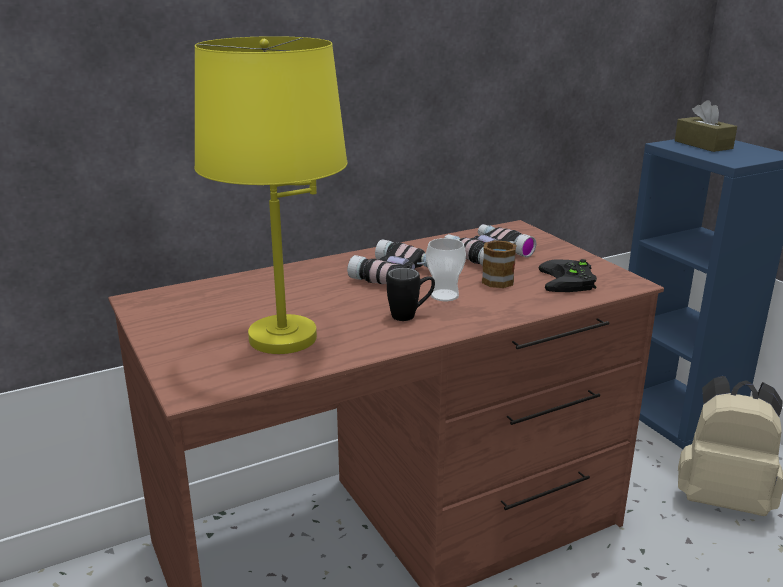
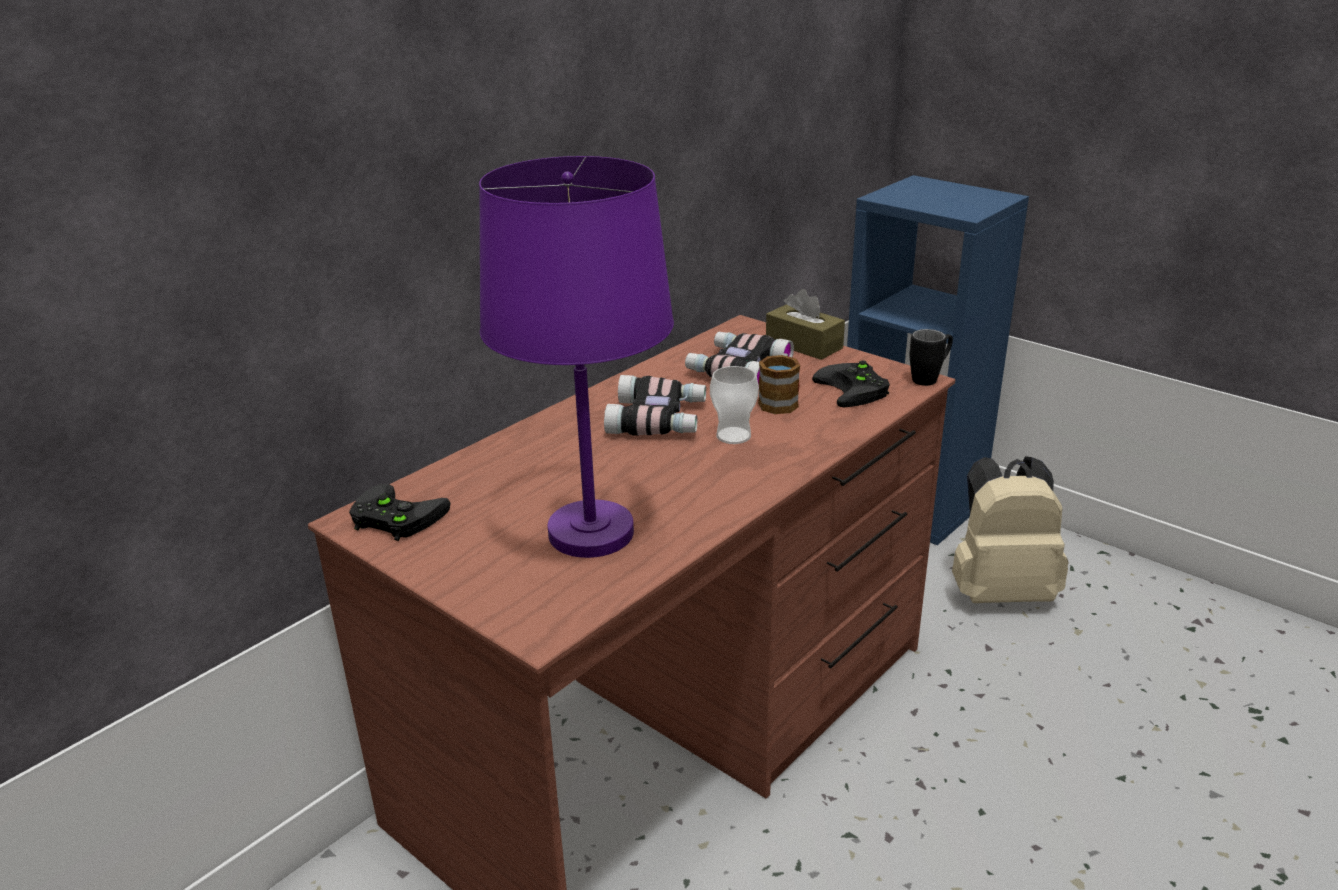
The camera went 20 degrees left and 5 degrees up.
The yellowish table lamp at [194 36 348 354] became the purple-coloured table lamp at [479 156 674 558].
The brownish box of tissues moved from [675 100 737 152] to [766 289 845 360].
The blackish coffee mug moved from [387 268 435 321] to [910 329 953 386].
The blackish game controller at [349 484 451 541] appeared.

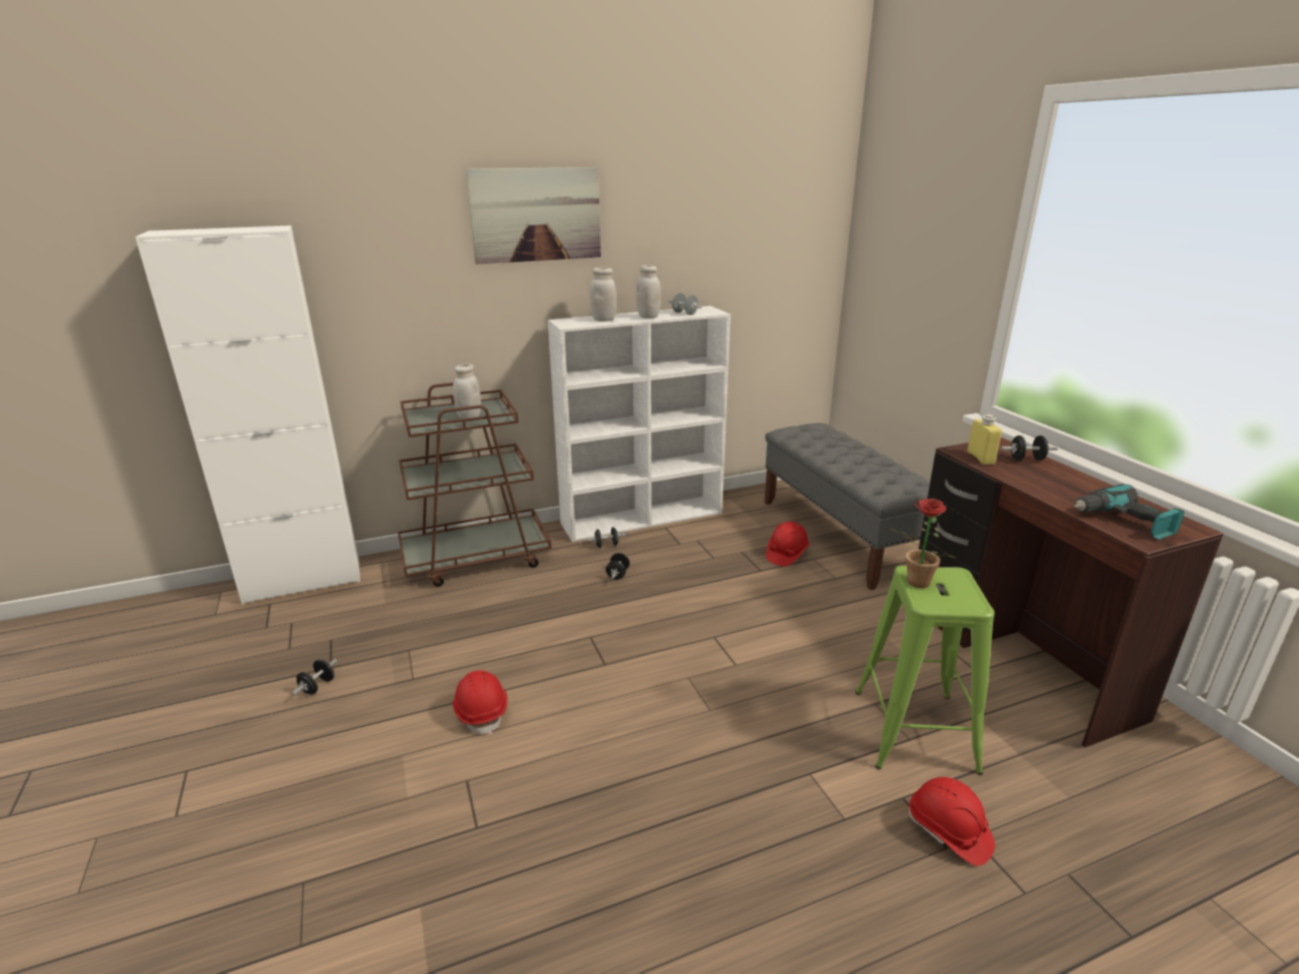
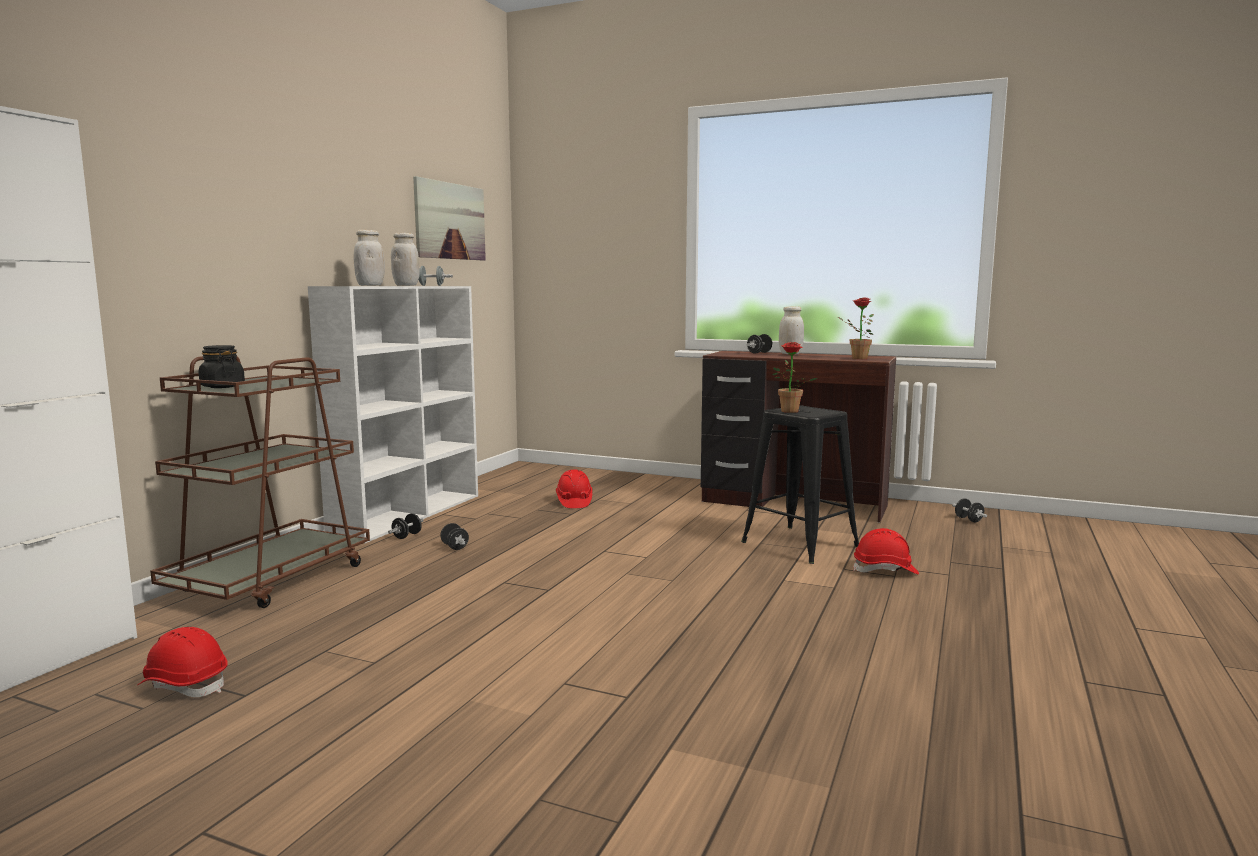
The camera went 45 degrees left and 15 degrees down.
The wall art moved from [466 167 601 264] to [413 176 486 260].
The white-coloured jar moved from [453 364 481 419] to [779 306 804 355].
The yellowish drink bottle at [967 414 1002 465] disappeared.
The greyish long seat at [765 423 930 590] disappeared.
The drill at [1073 484 1184 540] was replaced by the plant in a pot at [838 297 874 359].
The green stool seat at [855 565 994 775] became the blackish stool seat at [741 405 859 564].
The blackish dumbbell moved from [292 659 337 695] to [952 499 987 522].
The red hard hat moved from [453 670 508 735] to [138 627 228 697].
The blackish jar at [198 345 245 388] appeared.

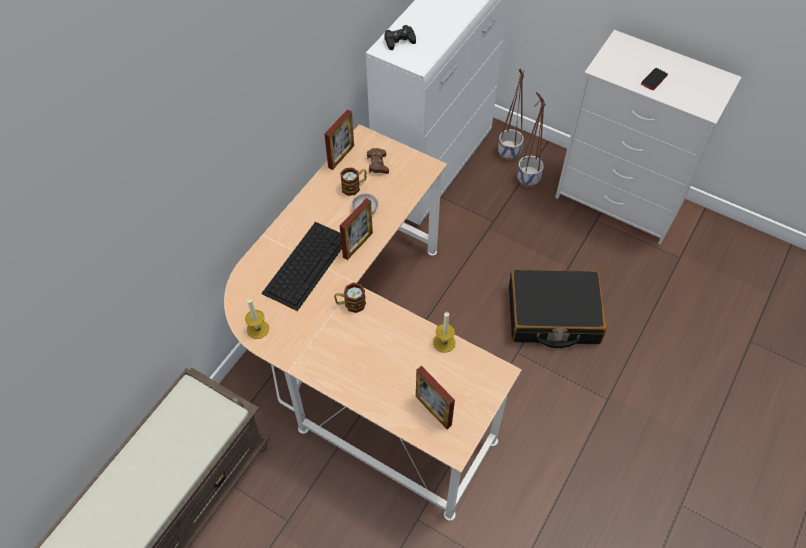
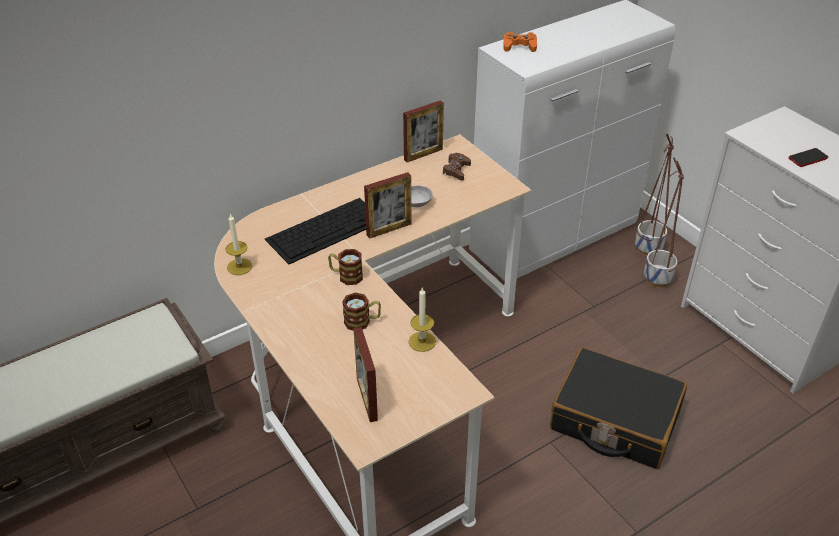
The camera went 25 degrees right and 15 degrees down.
The blackish game controller at [384 25 416 50] became the orange game controller at [503 32 537 52].
The coffee mug moved from [340 167 367 196] to [342 292 381 331].

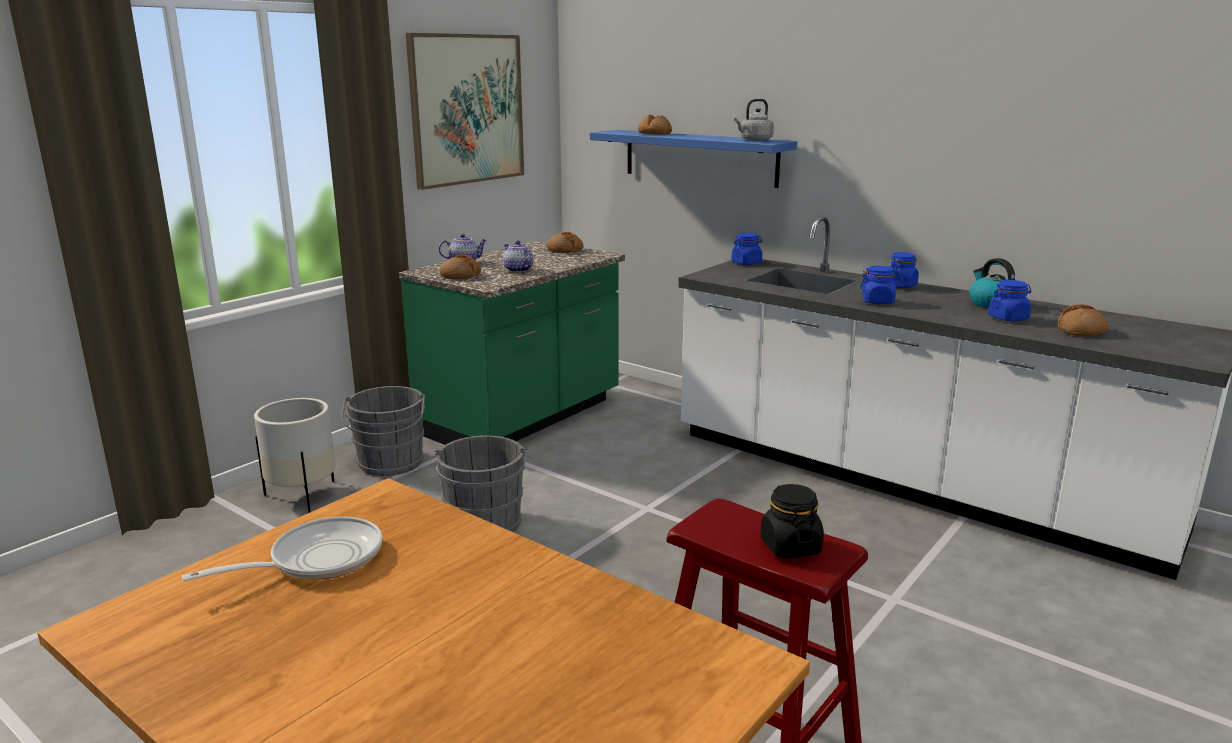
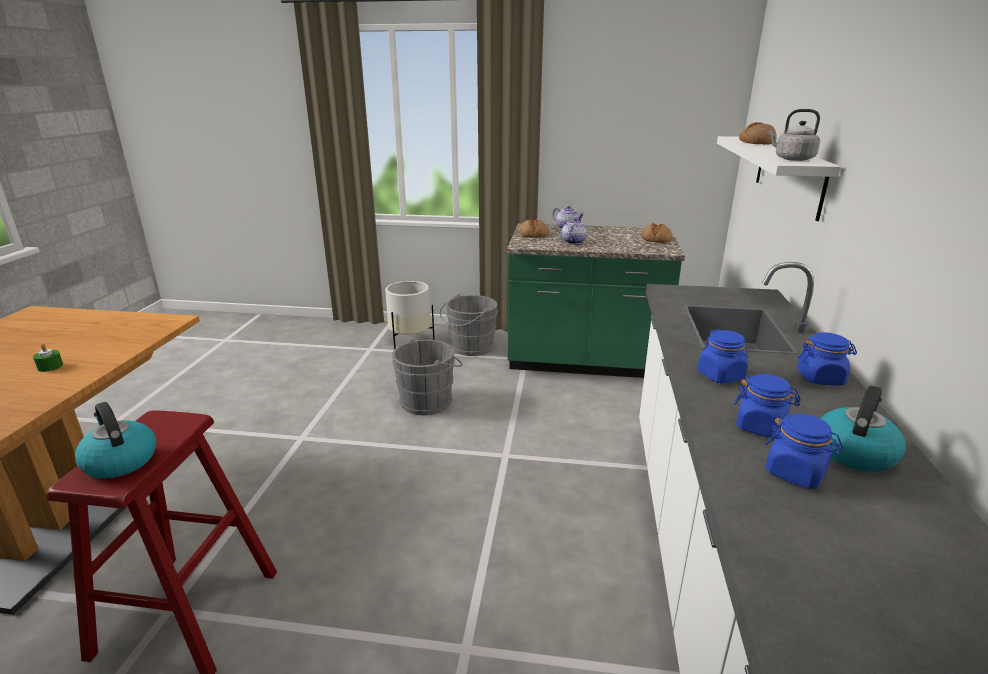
The camera went 60 degrees right and 5 degrees up.
The wall art at [406 33 524 190] disappeared.
The bluish wall shelf at [590 130 797 188] became the white-coloured wall shelf at [717 136 841 221].
The bluish jar moved from [731 233 762 265] to [734 374 801 437].
The bread at [1058 304 1108 336] disappeared.
The blackish jar at [760 484 824 558] was replaced by the water kettle at [75 402 156 479].
The frying pan at [182 516 382 581] disappeared.
The green candle at [33 344 63 372] appeared.

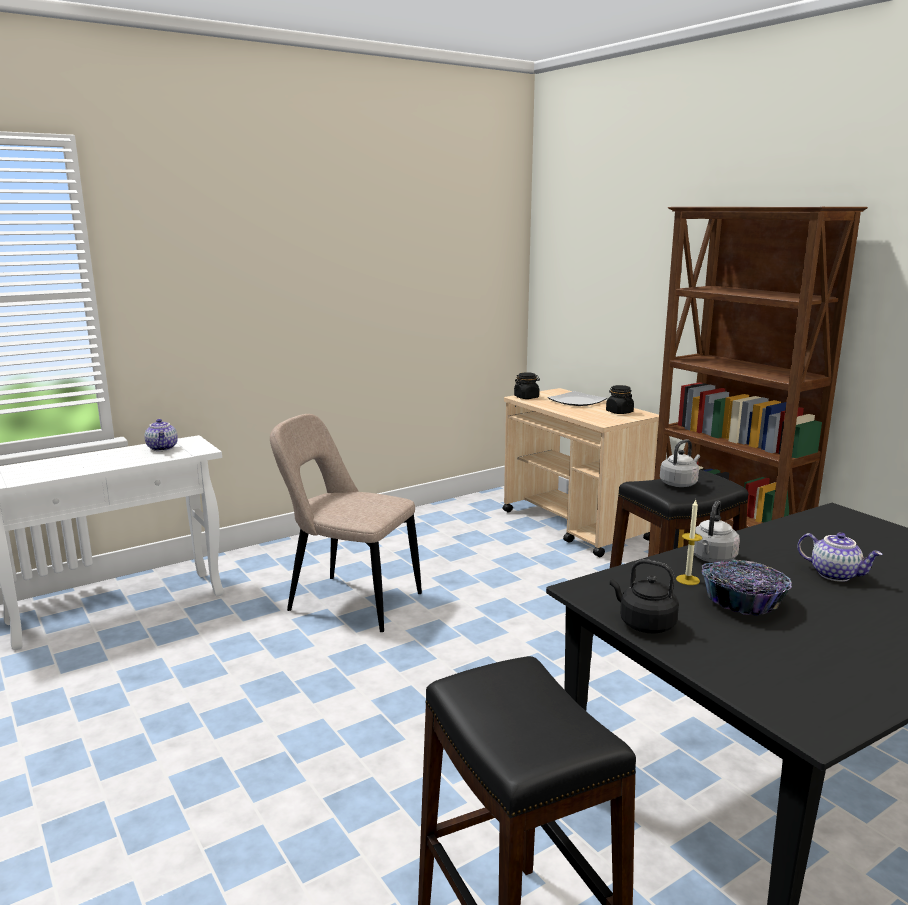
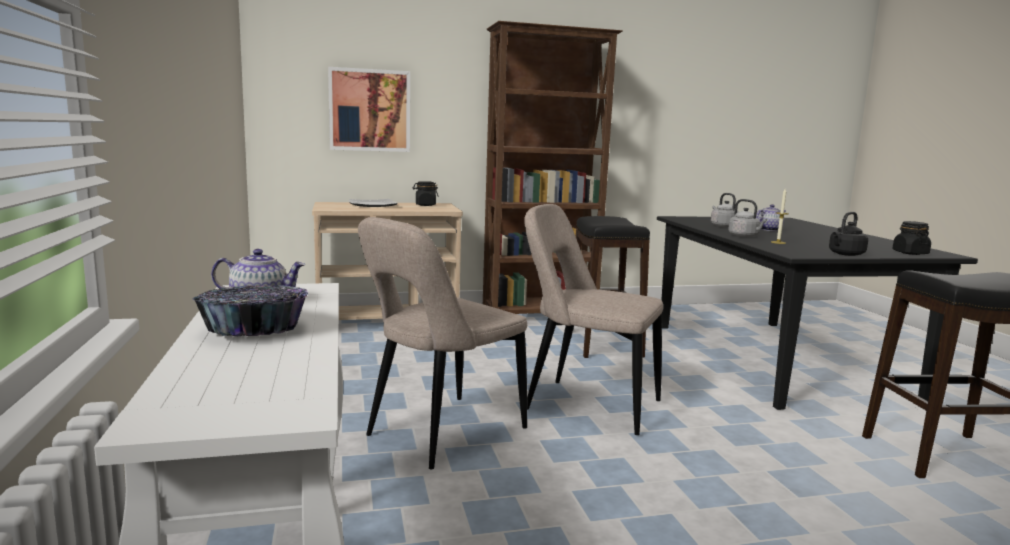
The camera went 70 degrees left and 5 degrees down.
The blackish jar moved from [514 372 540 399] to [892 221 931 255].
The greyish water kettle moved from [660 439 700 487] to [711 193 738 228].
The serving bowl moved from [702 560 792 616] to [192 285 309 336].
The wall art at [328 67 410 152] appeared.
The beige chair at [524 204 663 435] appeared.

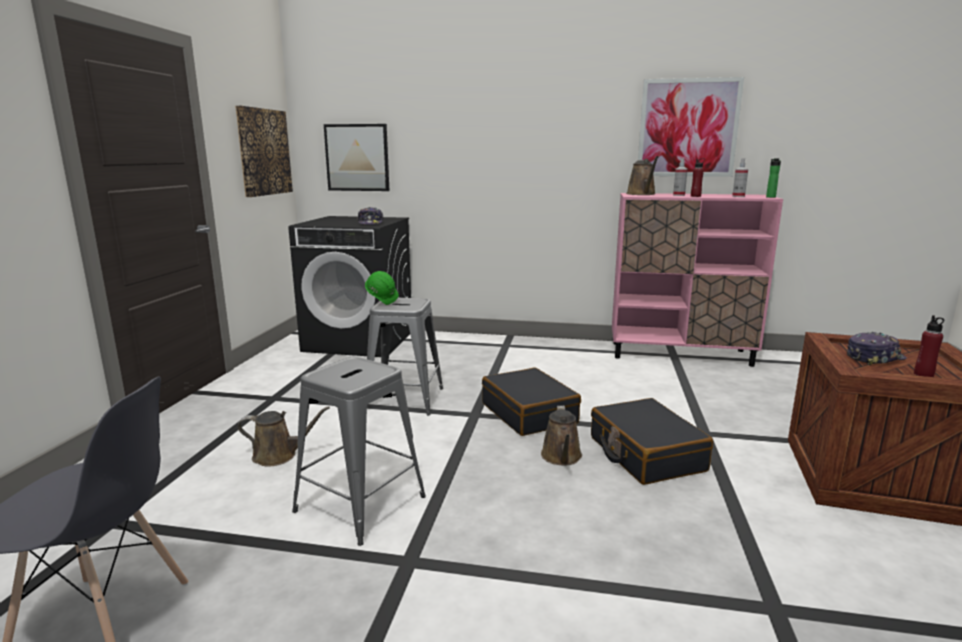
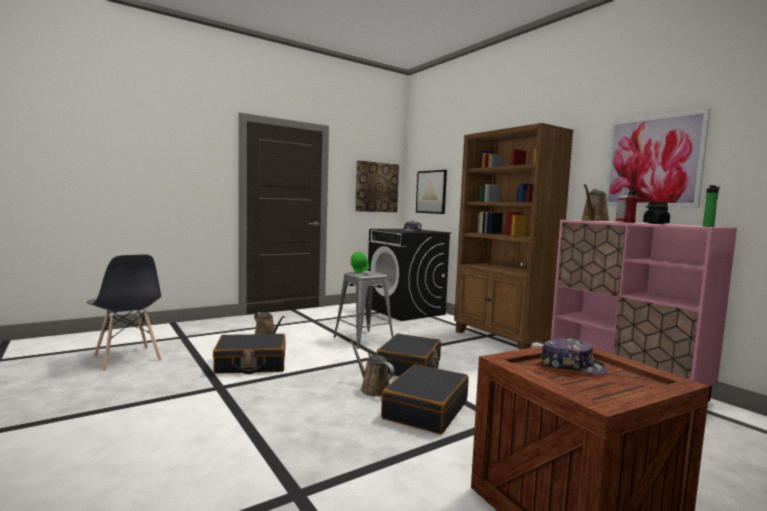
The camera went 45 degrees right and 10 degrees down.
The sprayer at [732 158 748 197] disappeared.
The red drink bottle at [914 315 944 377] disappeared.
The greyish stool seat at [292 357 426 546] was replaced by the blackish travel case at [213 334 286 374].
The brownish sprinkling can at [541 406 582 466] turned 90 degrees clockwise.
The brownish bookshelf at [454 123 573 350] appeared.
The blackish jar at [643 202 670 224] appeared.

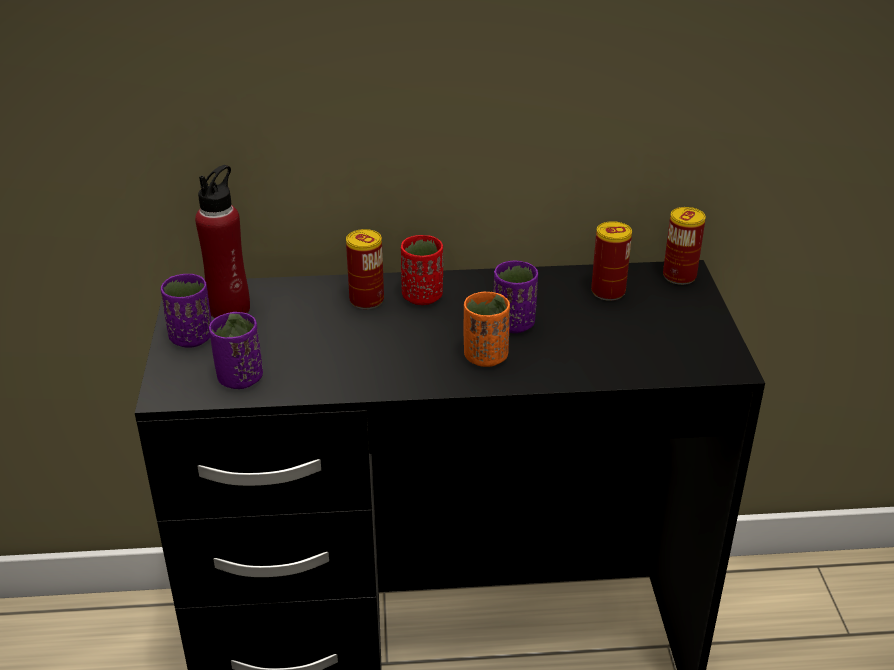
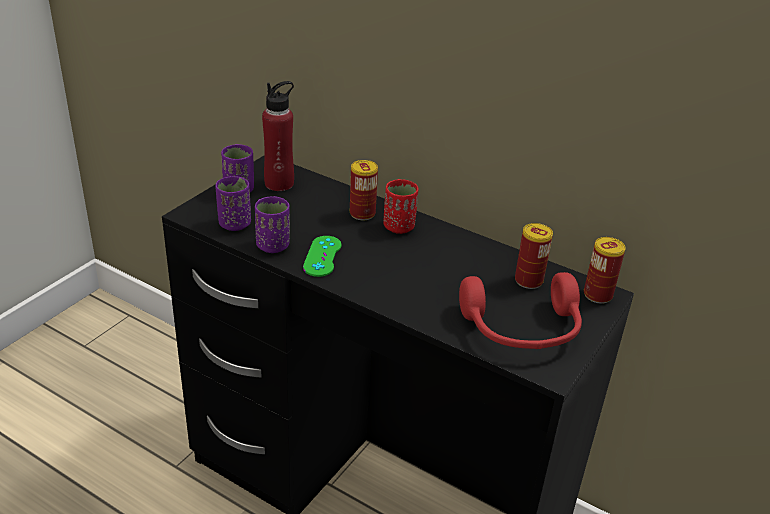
The camera went 35 degrees right and 0 degrees up.
The purple-coloured drinking cup moved from [493 261 538 333] to [255 196 290 253].
The orange drinking cup at [464 292 510 367] disappeared.
The green game controller at [303 236 341 277] appeared.
The red headset at [459 272 582 349] appeared.

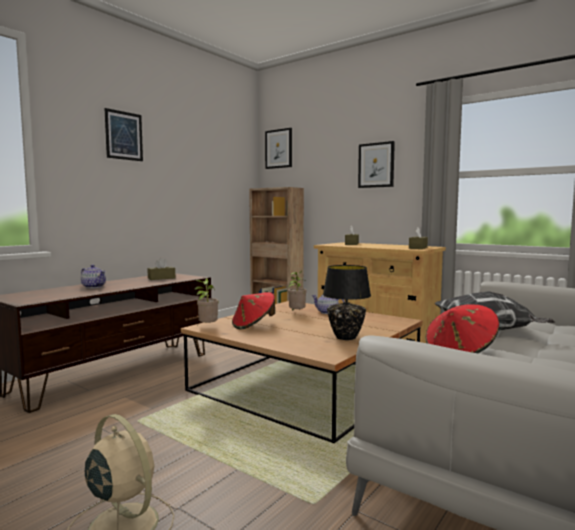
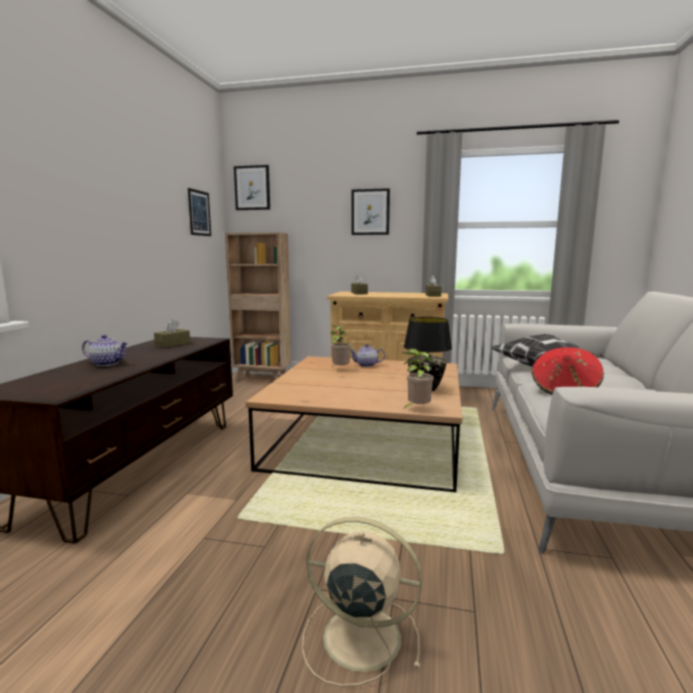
The camera went 25 degrees left and 5 degrees up.
The wall art moved from [105 108 143 161] to [188 188 211 236].
The plant in a pot moved from [195 278 219 324] to [402 349 434 409].
The red clothing hat at [232 292 275 329] disappeared.

